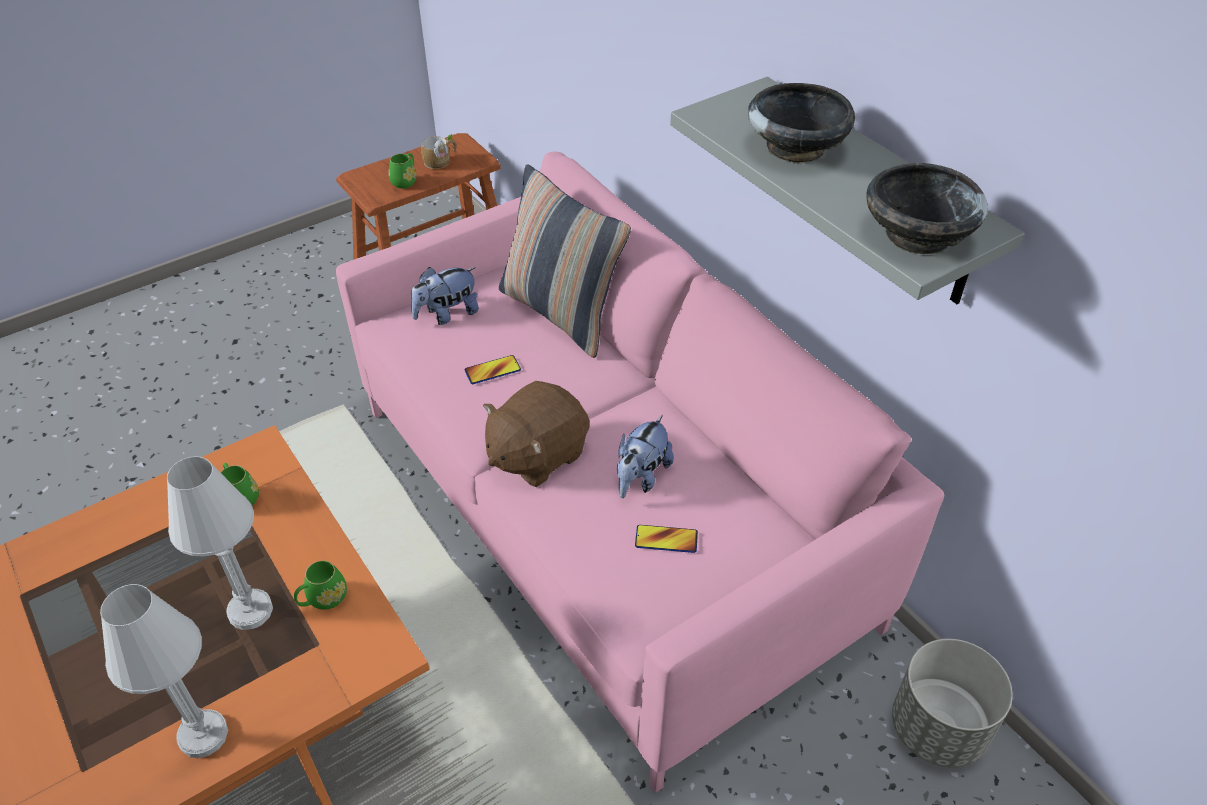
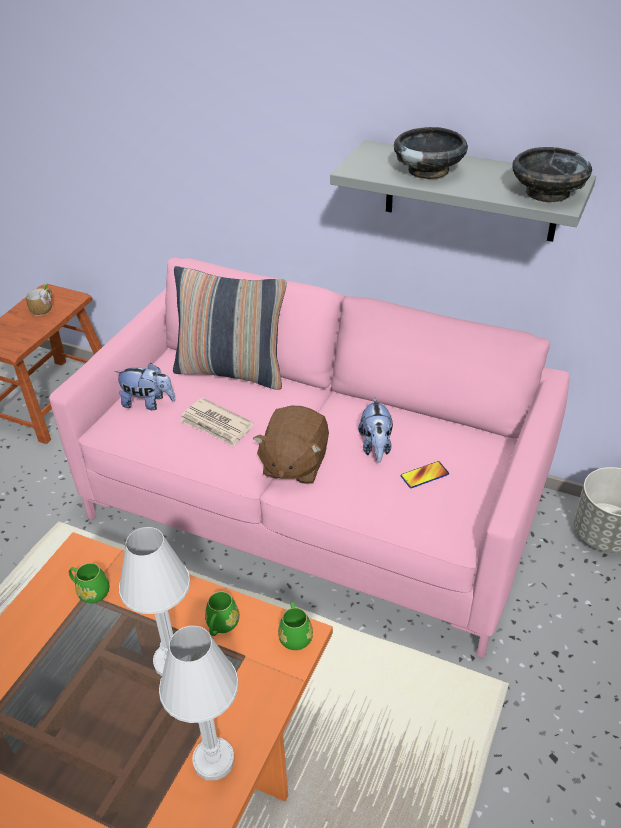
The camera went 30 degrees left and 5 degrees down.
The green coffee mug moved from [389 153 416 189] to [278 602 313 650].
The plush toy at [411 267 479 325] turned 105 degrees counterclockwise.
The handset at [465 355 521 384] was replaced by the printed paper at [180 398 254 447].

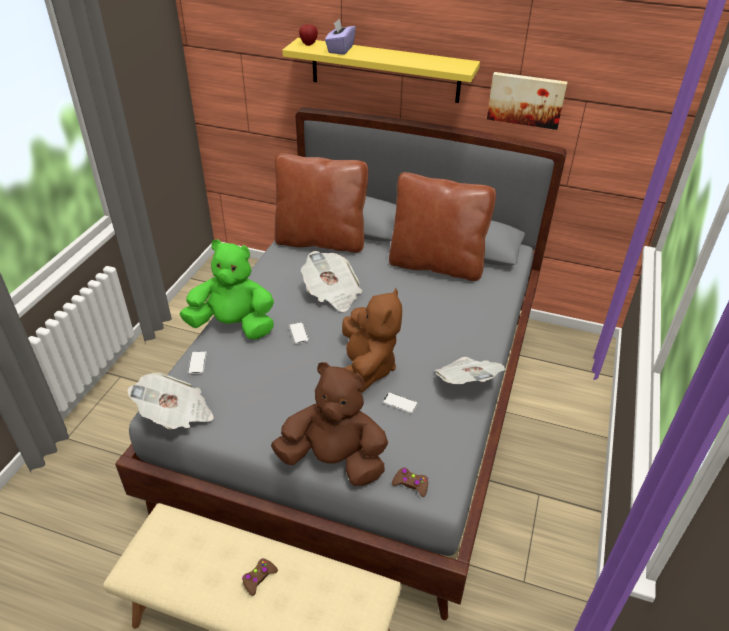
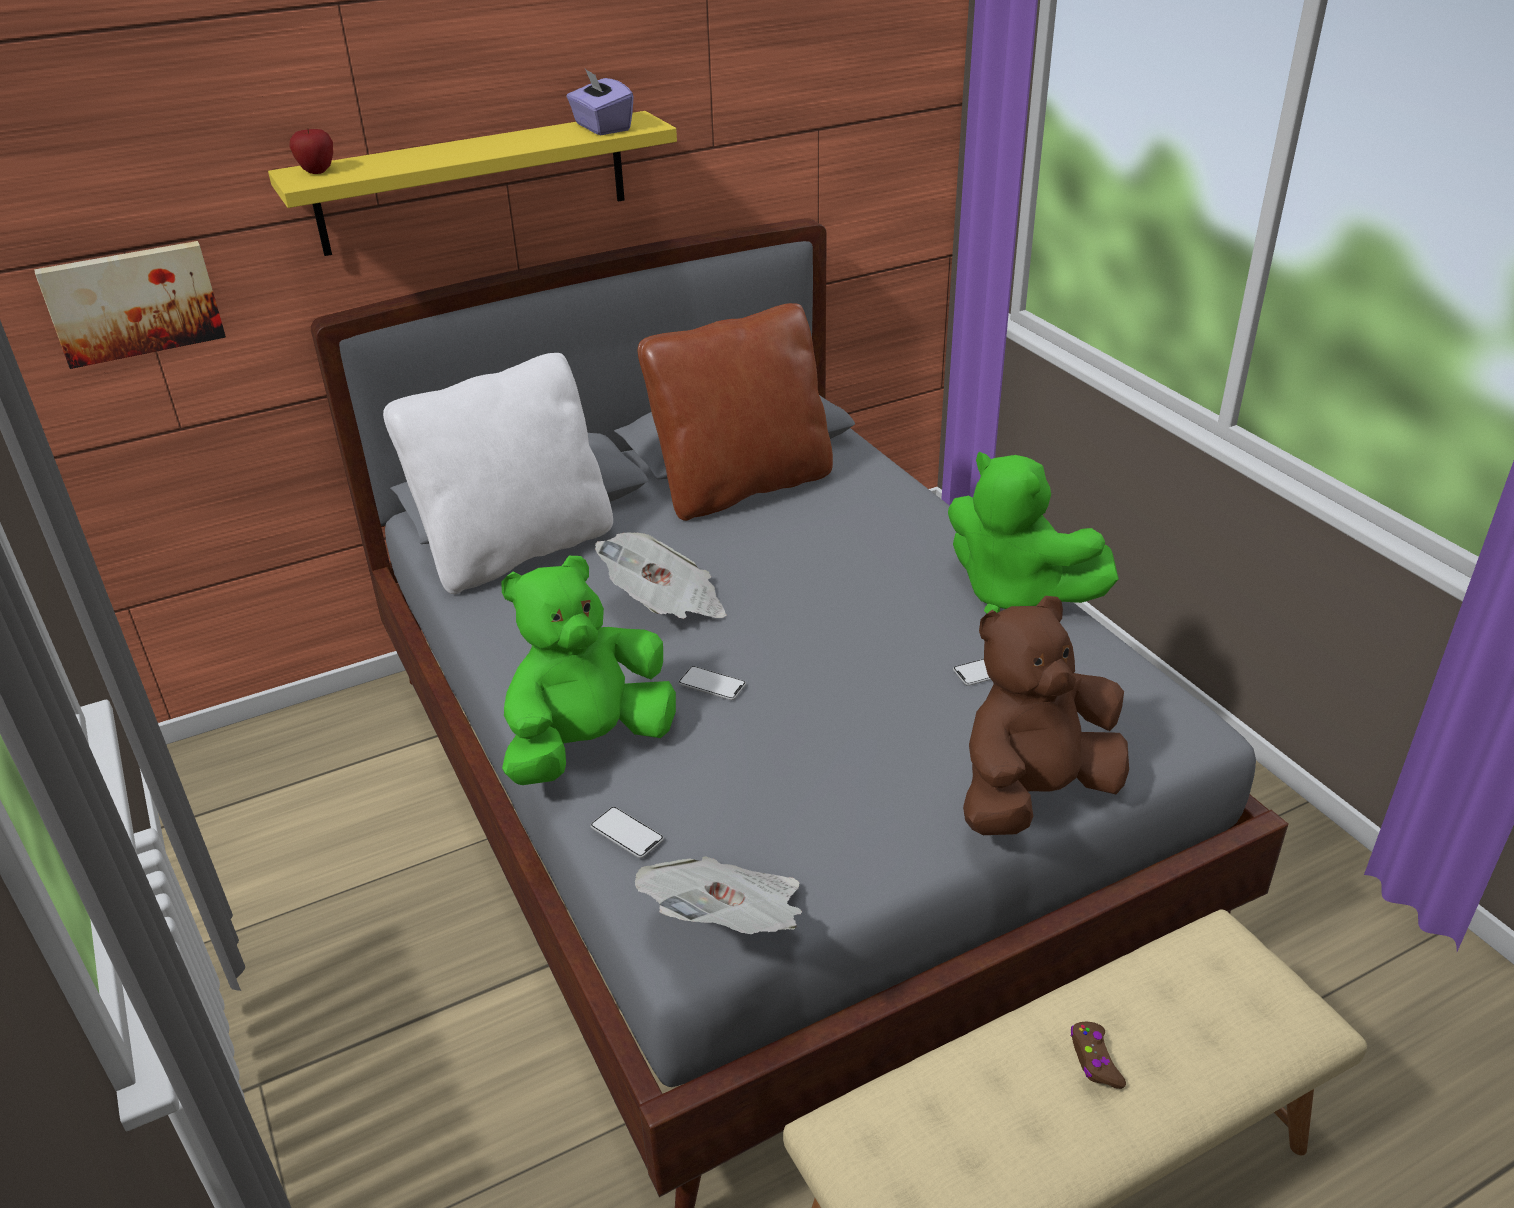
The camera went 45 degrees left and 5 degrees down.
The purple-coloured box of tissues moved from [325 18 356 55] to [567 69 634 135].
The wall art moved from [487 72 567 130] to [34 241 226 369].
The brownish cushion at [274 153 368 253] became the white-coloured cushion at [383 353 613 594].
The brownish plush toy at [342 288 402 393] disappeared.
The printed paper at [434 357 506 384] was replaced by the green plush toy at [948 452 1119 614].
The brownish game controller at [392 467 428 497] disappeared.

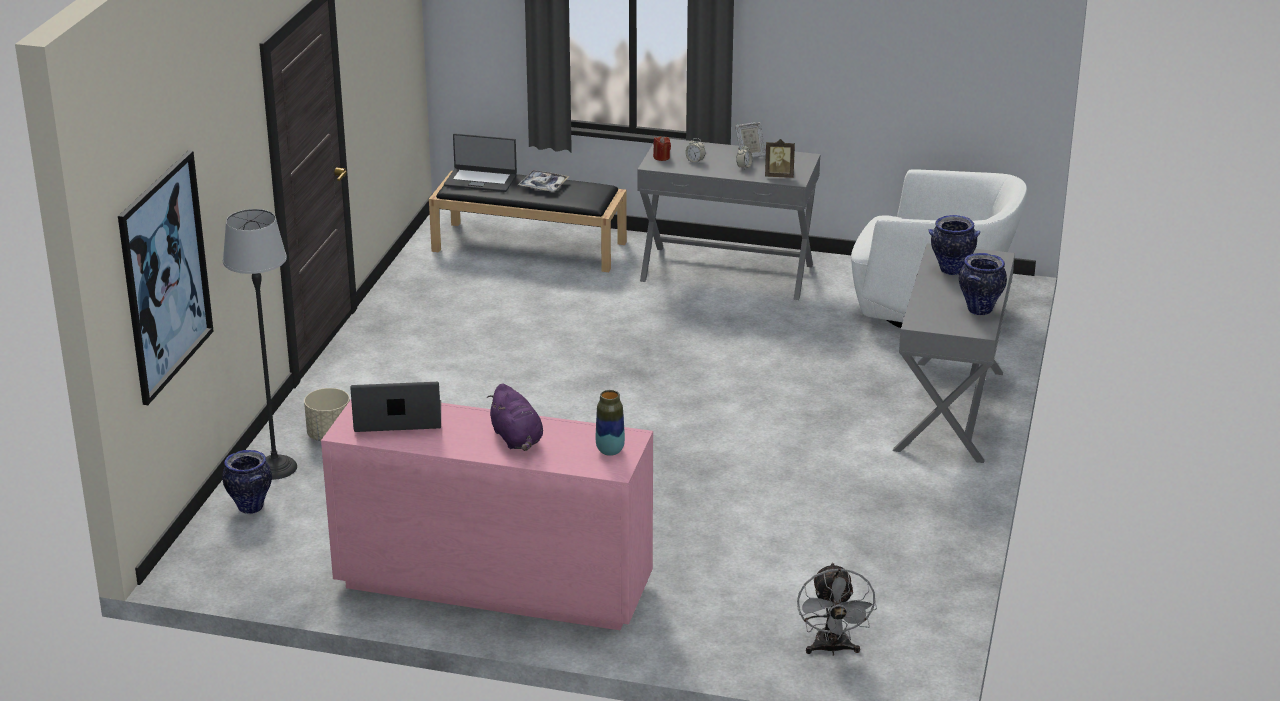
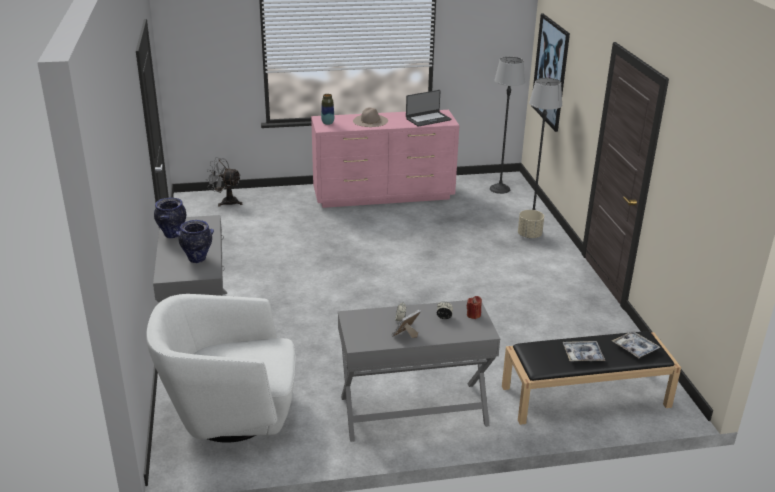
The camera went 155 degrees right and 0 degrees up.
The portable computer at [444 133 517 192] was replaced by the tray at [612 331 661 358].
The photo frame at [765 139 795 178] disappeared.
The purple-coloured plush toy at [487 383 543 451] was replaced by the beige clothing hat at [353 108 388 127].
The flower vase at [222 450 272 514] disappeared.
The greyish electric fan at [797 563 877 656] turned 45 degrees counterclockwise.
The standing lamp at [490 57 525 194] appeared.

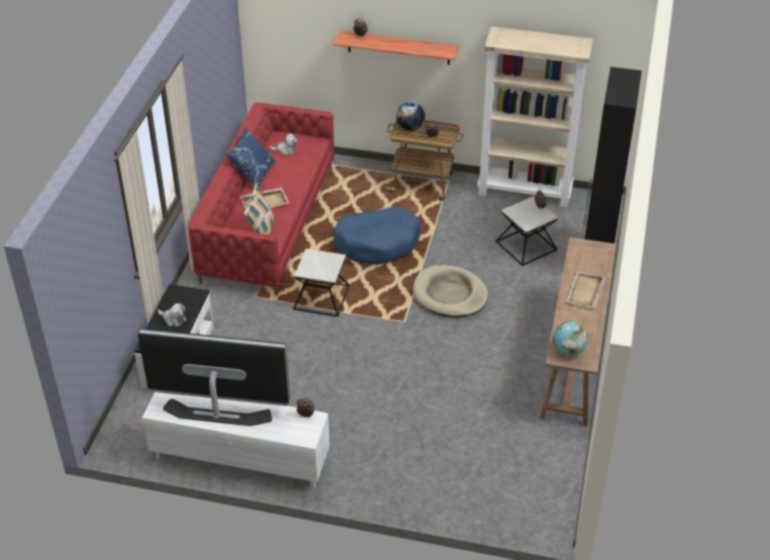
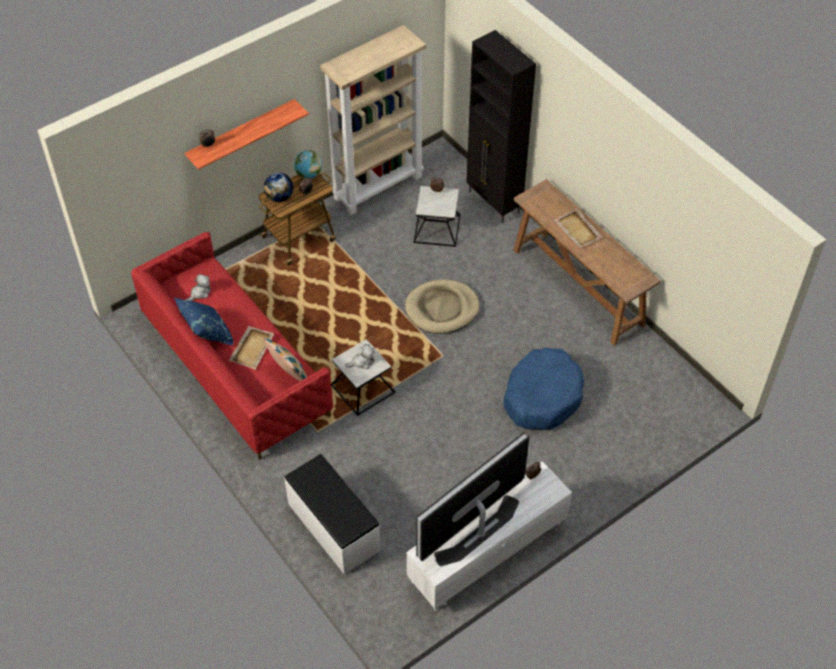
The camera went 50 degrees left and 10 degrees up.
The bluish dog cushion moved from [333 207 421 265] to [503 348 584 430].
The plush toy moved from [157 303 186 327] to [345 344 375 369].
The world globe moved from [553 321 588 356] to [294 150 322 179].

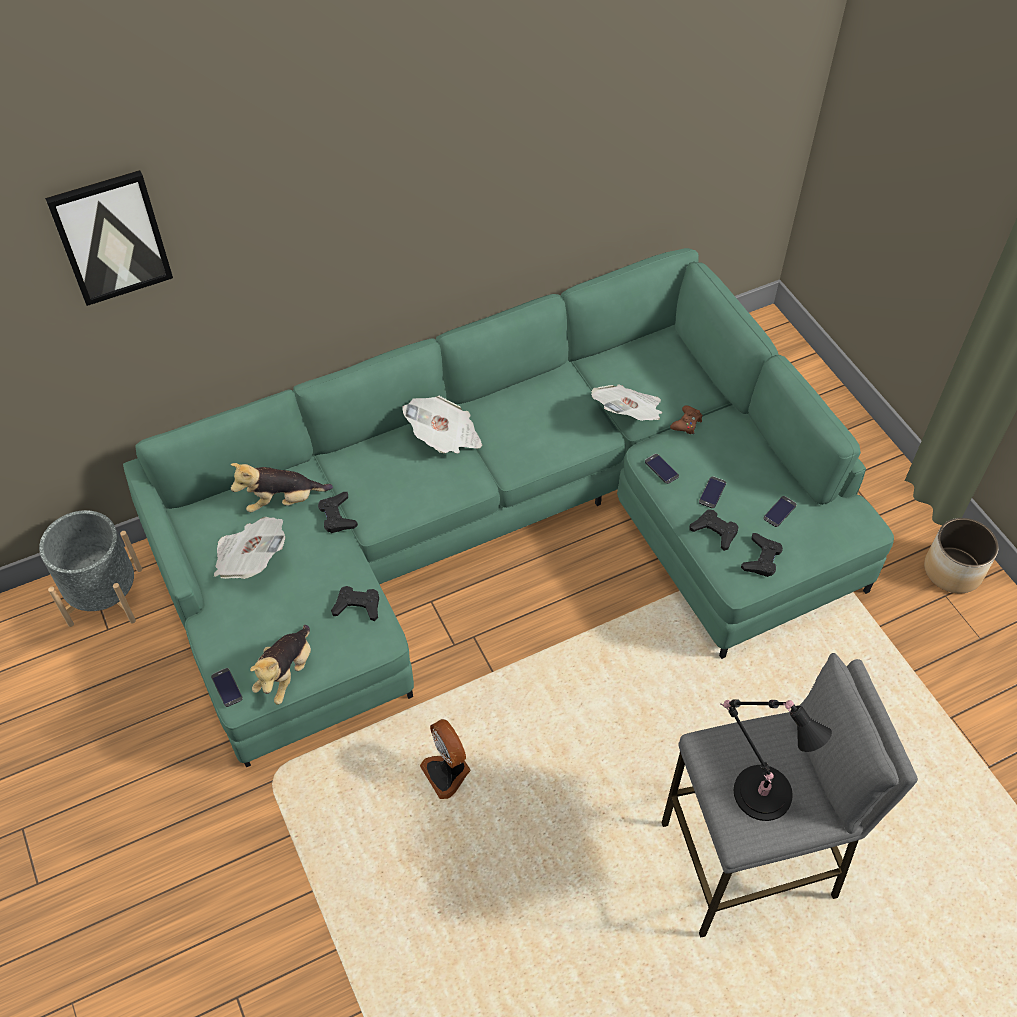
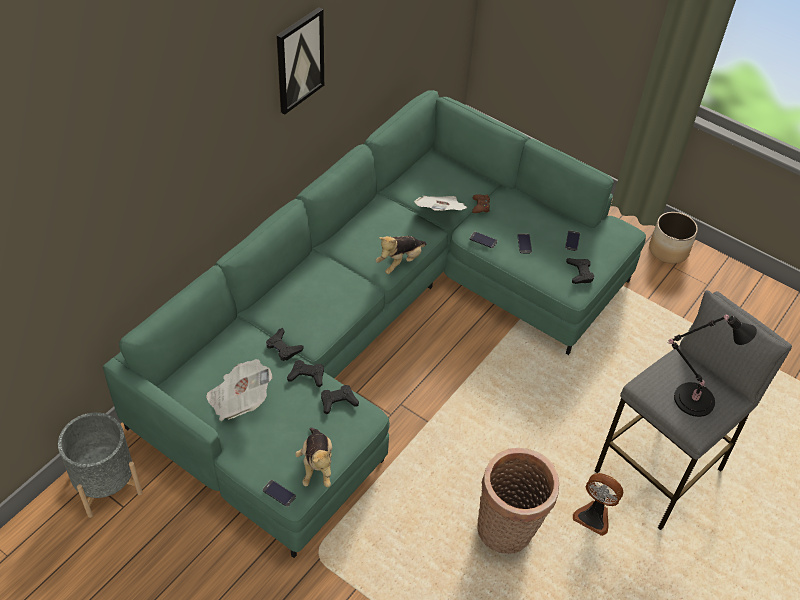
The camera went 30 degrees left and 5 degrees down.
The wall art moved from [45 170 173 306] to [276 7 324 114].
The printed paper at [402 396 482 454] disappeared.
The plush toy moved from [231 463 333 512] to [376 236 426 274].
The blackish game controller moved from [690 509 738 551] to [287 360 324 387].
The electric fan moved from [420 719 471 799] to [573 473 623 536].
The household basket at [477 448 559 554] appeared.

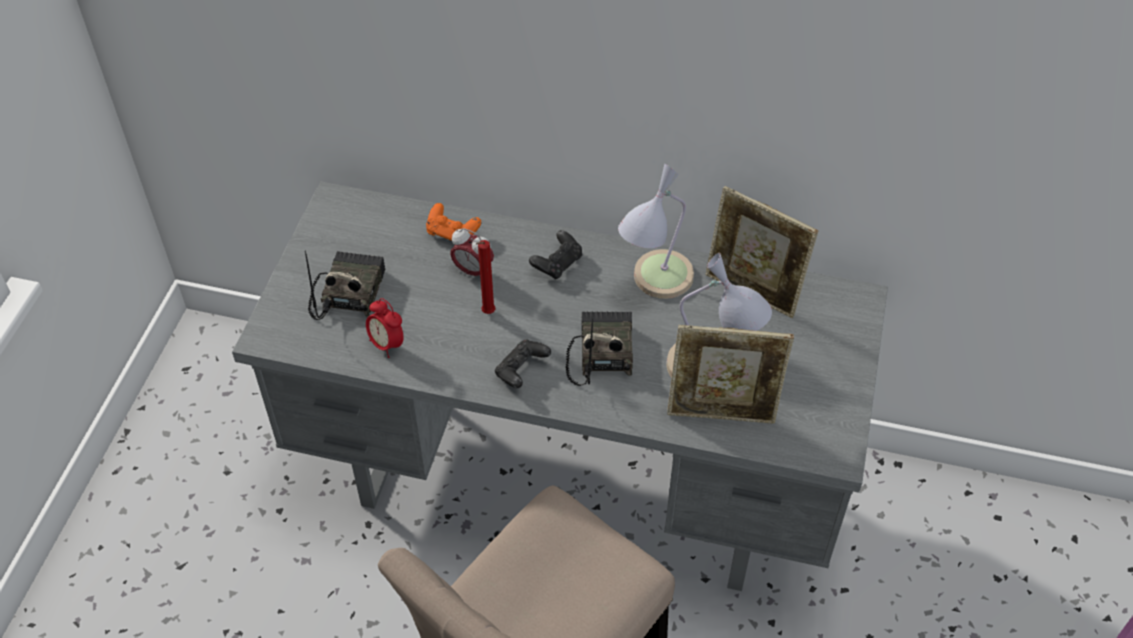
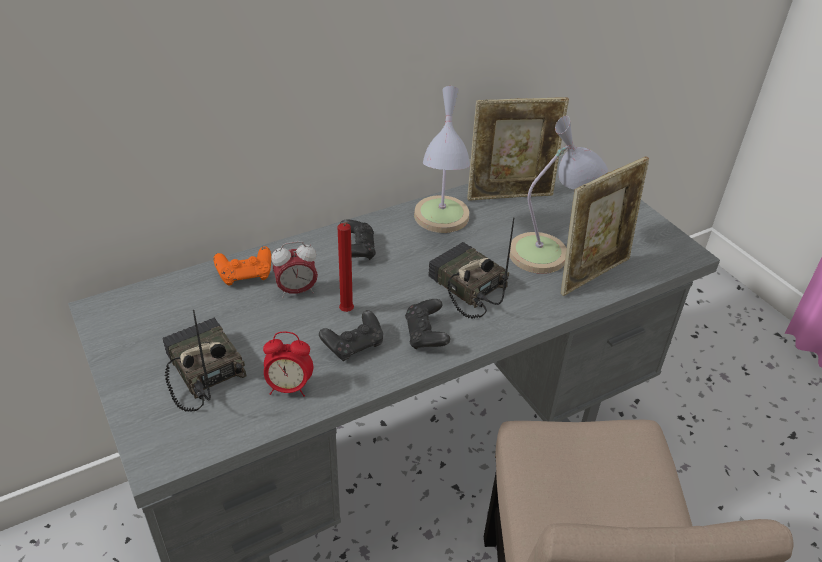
The camera went 45 degrees left and 10 degrees down.
The blackish game controller at [319 310 383 361] appeared.

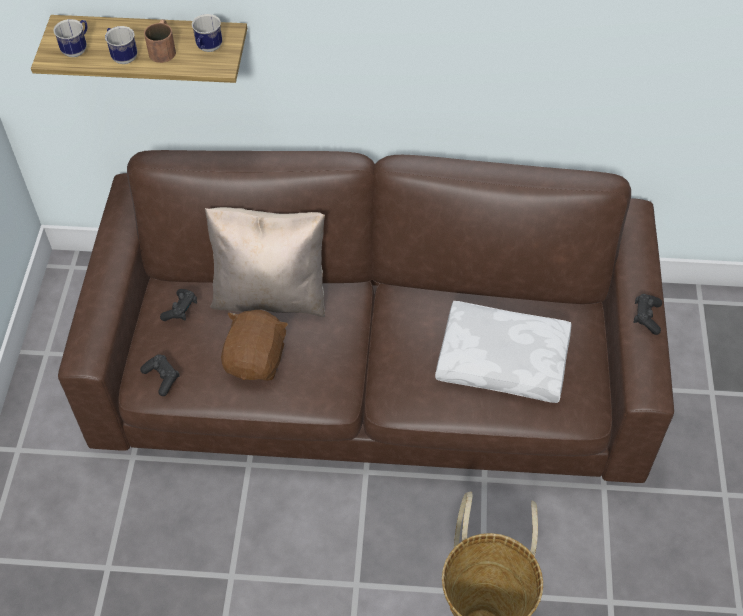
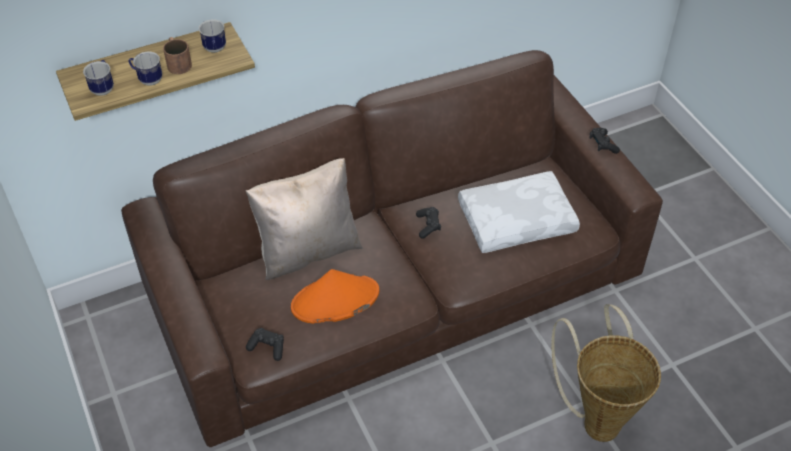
The camera went 30 degrees left and 5 degrees down.
The blackish game controller moved from [160 289 197 321] to [416 207 441 239].
The brownish plush toy at [221 310 288 381] was replaced by the orange clothing hat at [291 269 379 324].

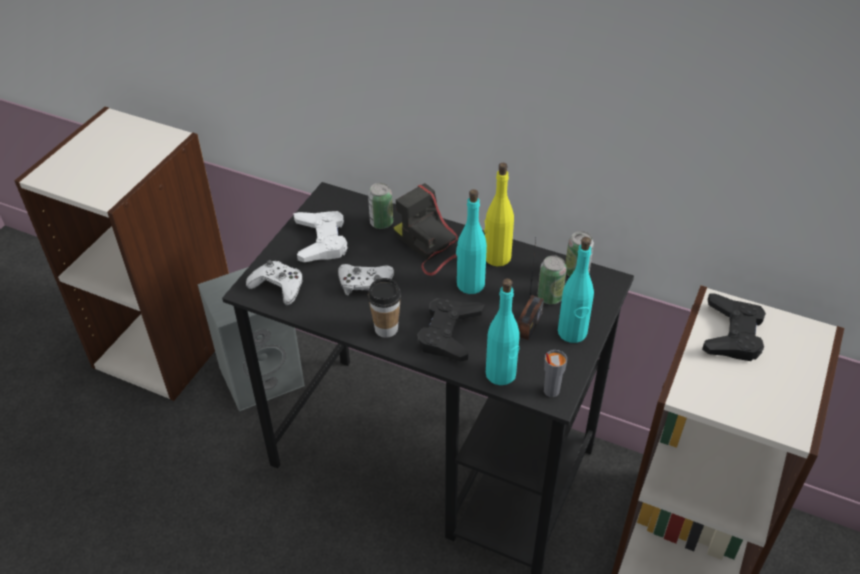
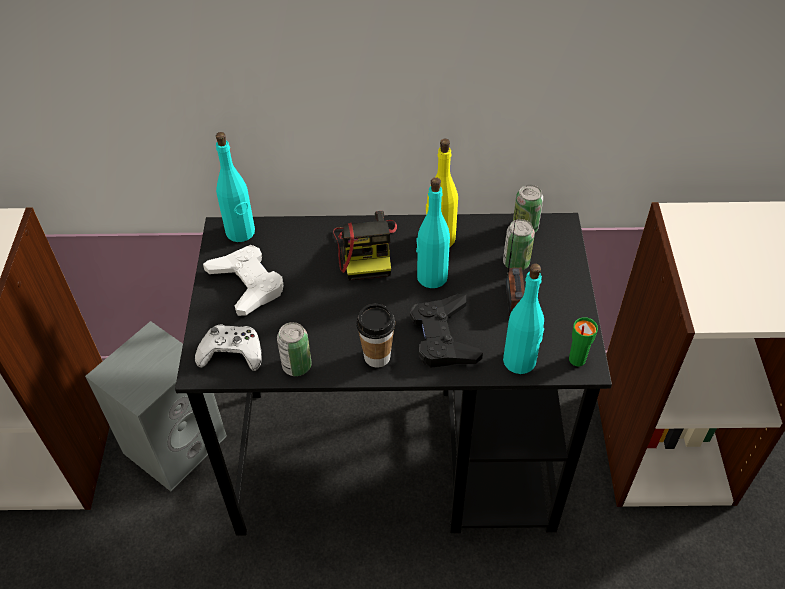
The camera went 25 degrees left and 5 degrees up.
The sealed can moved from [368 183 393 229] to [277 322 312 376].
The photo camera at [394 183 459 276] turned 120 degrees counterclockwise.
The turquoise-coloured drink bottle moved from [558 237 594 343] to [216 132 255 242].
The white-coloured game controller at [338 264 394 296] disappeared.
The blackish game controller at [702 293 766 361] disappeared.
The greyish drinking cup at [544 350 567 397] became the green drinking cup at [569 317 598 366].

